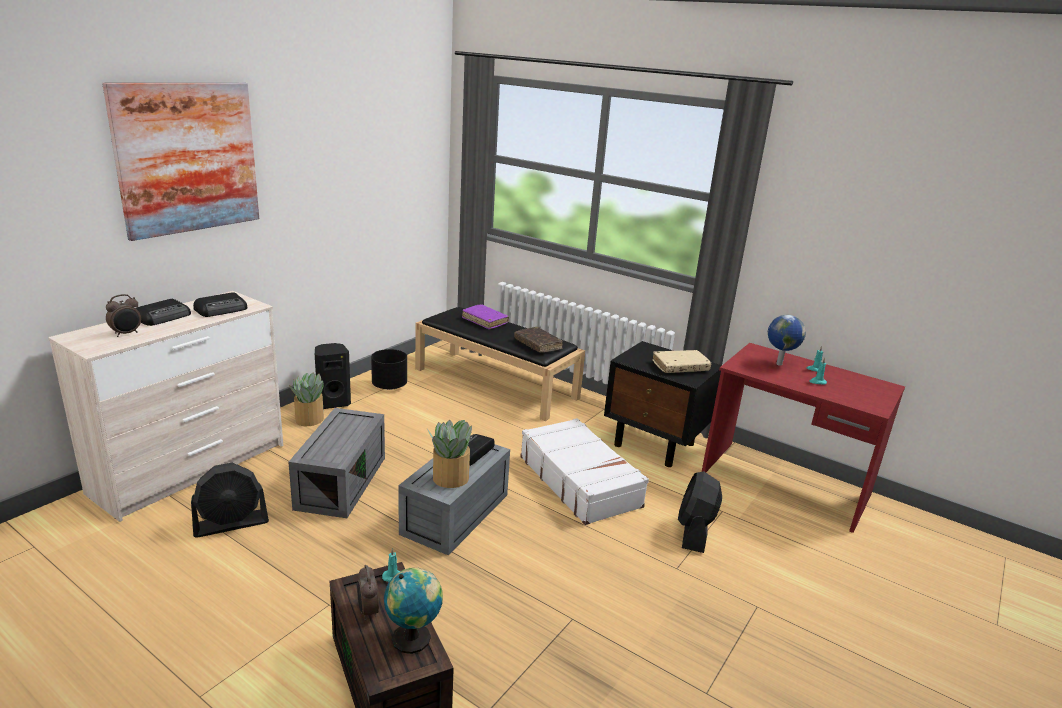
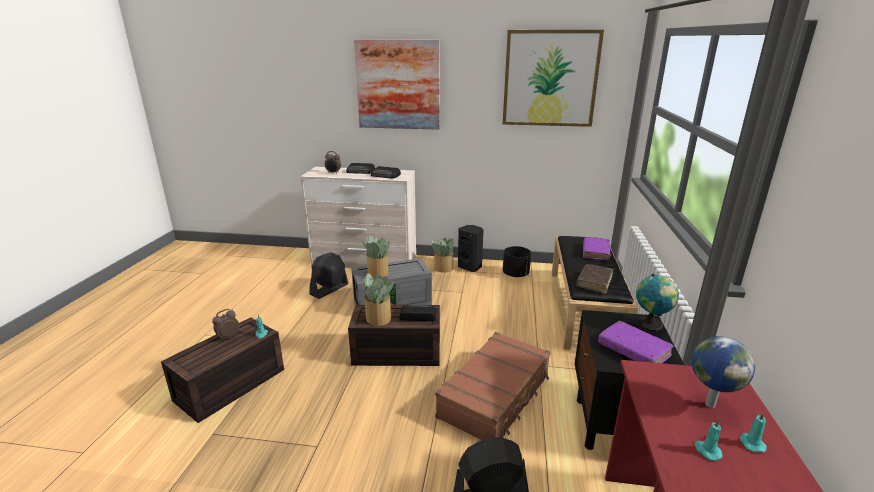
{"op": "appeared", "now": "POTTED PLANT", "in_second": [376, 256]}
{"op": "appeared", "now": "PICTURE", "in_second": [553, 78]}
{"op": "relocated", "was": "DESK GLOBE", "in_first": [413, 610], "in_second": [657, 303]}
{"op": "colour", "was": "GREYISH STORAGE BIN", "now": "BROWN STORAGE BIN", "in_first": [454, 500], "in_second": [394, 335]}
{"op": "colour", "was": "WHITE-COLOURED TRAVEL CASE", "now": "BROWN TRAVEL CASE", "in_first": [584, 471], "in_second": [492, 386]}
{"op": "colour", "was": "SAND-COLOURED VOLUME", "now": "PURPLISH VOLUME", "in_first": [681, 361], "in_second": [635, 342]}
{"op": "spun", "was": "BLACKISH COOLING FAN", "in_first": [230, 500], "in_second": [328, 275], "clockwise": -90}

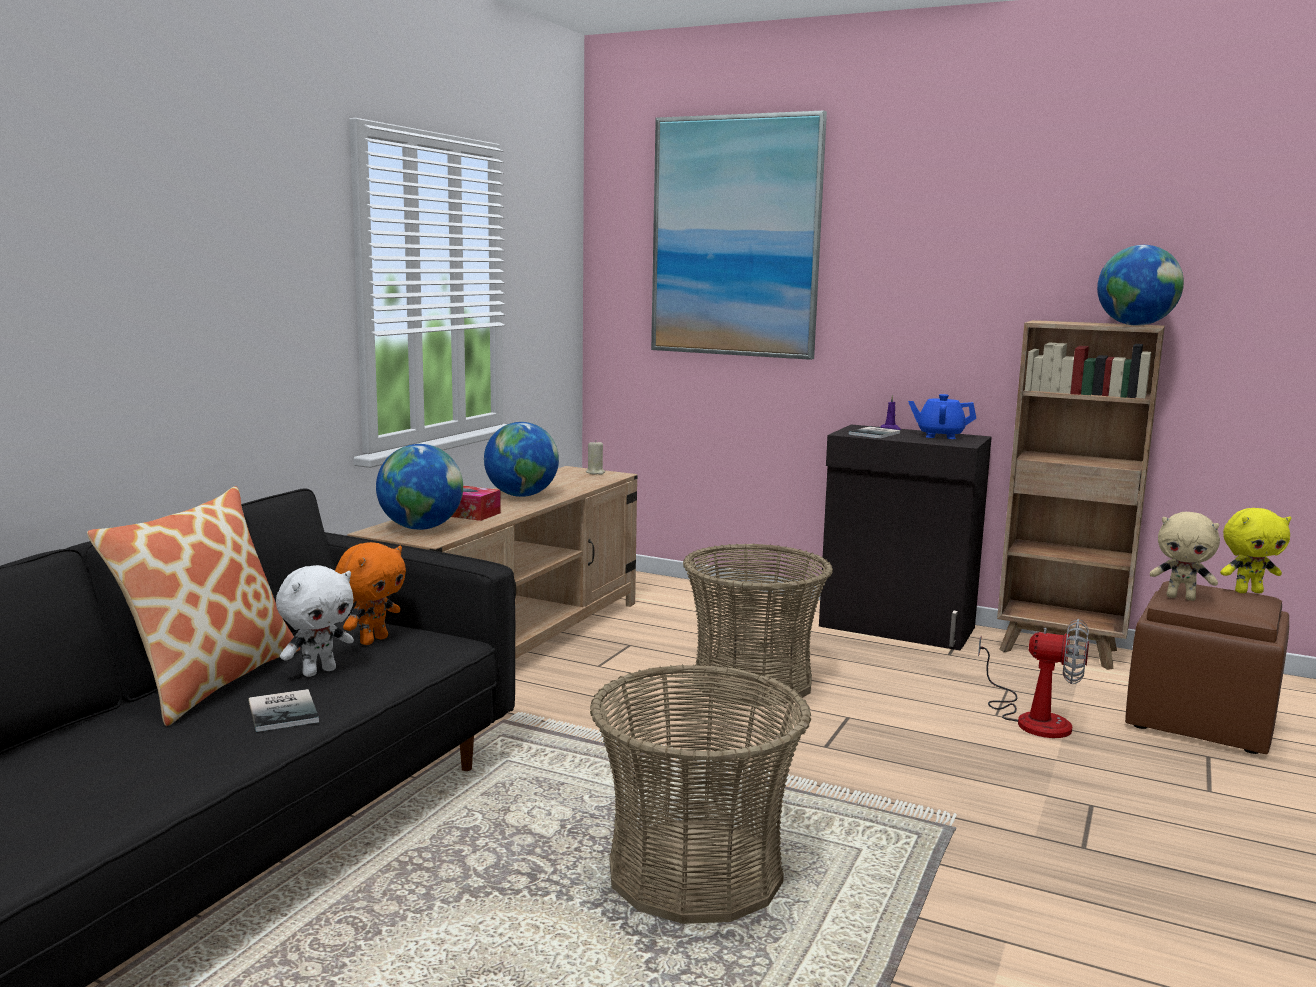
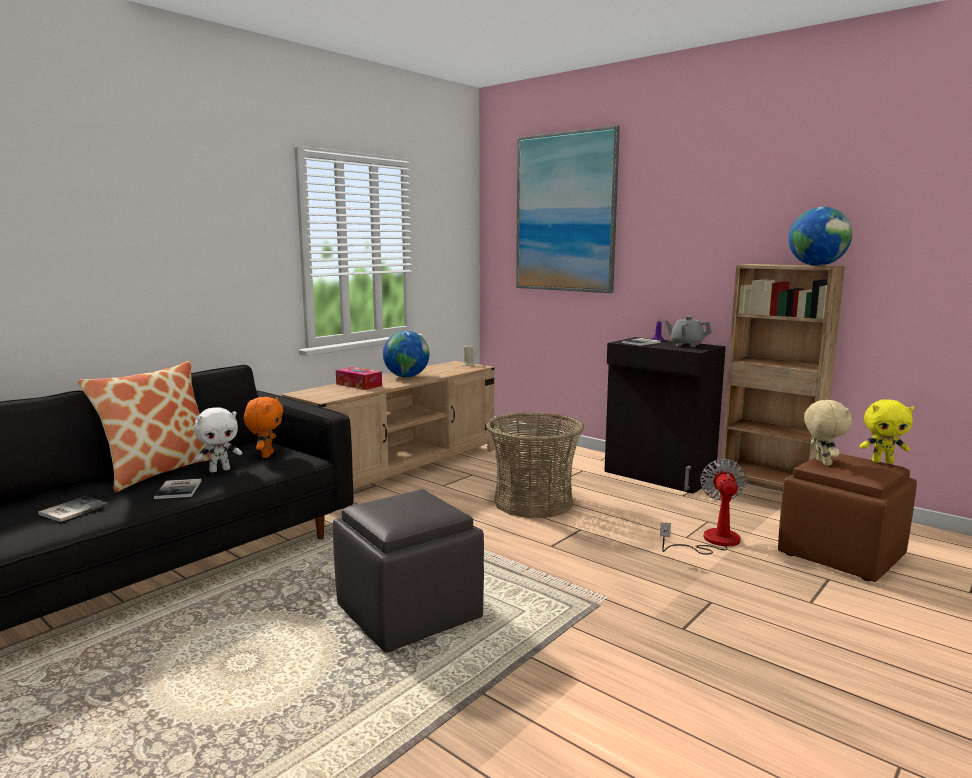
{"op": "missing", "was": "DESK GLOBE", "in_first": [419, 487]}
{"op": "appeared", "now": "VOLUME", "in_second": [73, 509]}
{"op": "exchanged", "was": "HOUSEHOLD BASKET", "now": "GREYISH OTTOMAN", "in_first": [700, 794], "in_second": [408, 571]}
{"op": "colour", "was": "BLUE TEAPOT", "now": "GREYISH TEAPOT", "in_first": [942, 416], "in_second": [688, 331]}
{"op": "spun", "was": "ORANGE-COLOURED CUDDLY TOY", "in_first": [370, 593], "in_second": [264, 427], "clockwise": -45}
{"op": "spun", "was": "COOLING FAN", "in_first": [1033, 678], "in_second": [703, 507], "clockwise": -120}
{"op": "spun", "was": "SAND-COLOURED CUDDLY TOY", "in_first": [1185, 556], "in_second": [828, 433], "clockwise": -135}

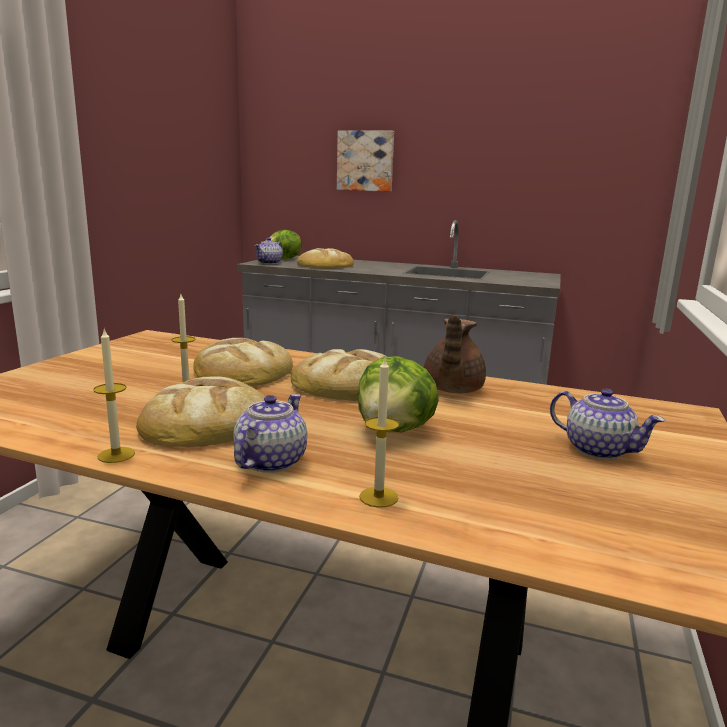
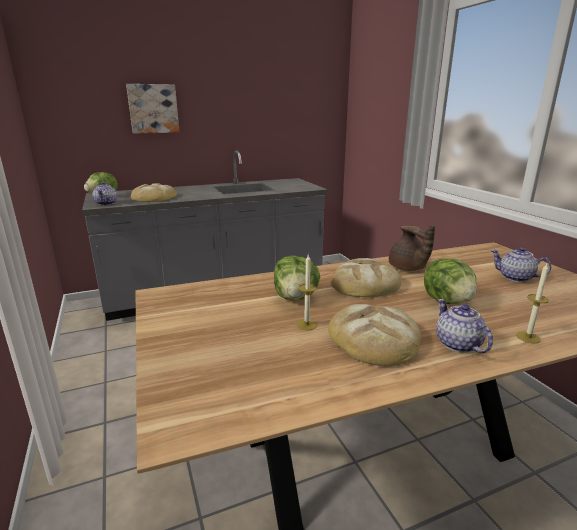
{"op": "missing", "was": "CANDLE", "in_first": [114, 396]}
{"op": "exchanged", "was": "BAKERY BREAD", "now": "HEAD OF LETTUCE", "in_first": [243, 362], "in_second": [297, 278]}
{"op": "spun", "was": "TEAPOT", "in_first": [607, 424], "in_second": [521, 264], "clockwise": -150}

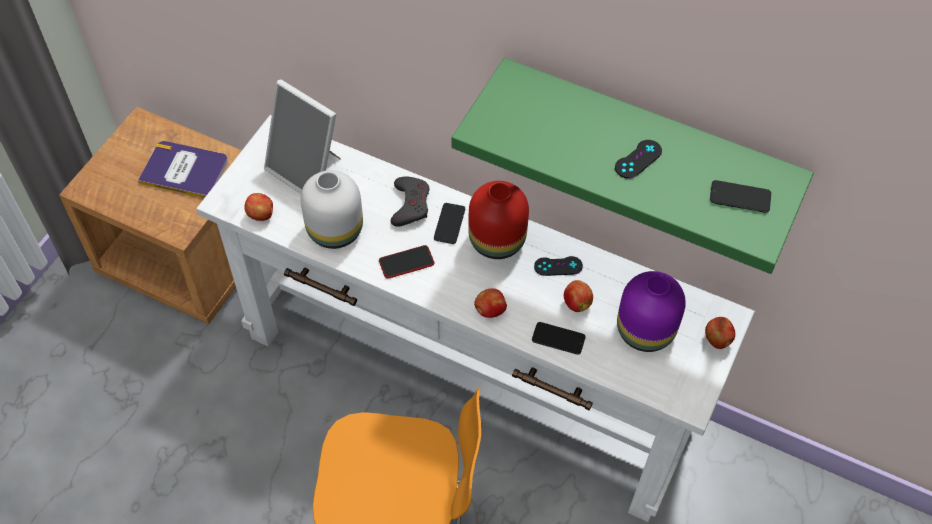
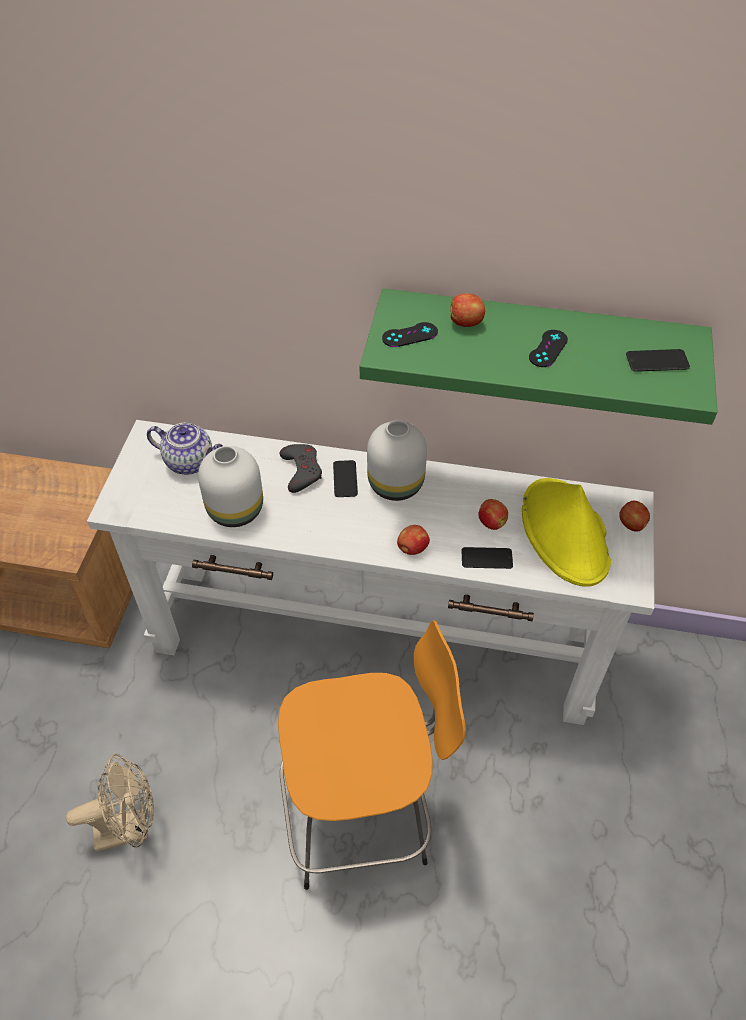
{"op": "missing", "was": "VOLUME", "in_first": [183, 169]}
{"op": "missing", "was": "HANDSET", "in_first": [406, 262]}
{"op": "appeared", "now": "SAND-COLOURED COOLING FAN", "in_second": [110, 803]}
{"op": "relocated", "was": "APPLE", "in_first": [258, 207], "in_second": [467, 310]}
{"op": "relocated", "was": "BLACKISH JOYPAD", "in_first": [558, 266], "in_second": [410, 334]}
{"op": "exchanged", "was": "PICTURE FRAME", "now": "TEAPOT", "in_first": [302, 136], "in_second": [185, 449]}
{"op": "exchanged", "was": "PURPLISH FLOWER VASE", "now": "YELLOW HAT", "in_first": [651, 311], "in_second": [566, 532]}
{"op": "colour", "was": "RED FLOWER VASE", "now": "WHITE-COLOURED FLOWER VASE", "in_first": [498, 220], "in_second": [397, 460]}

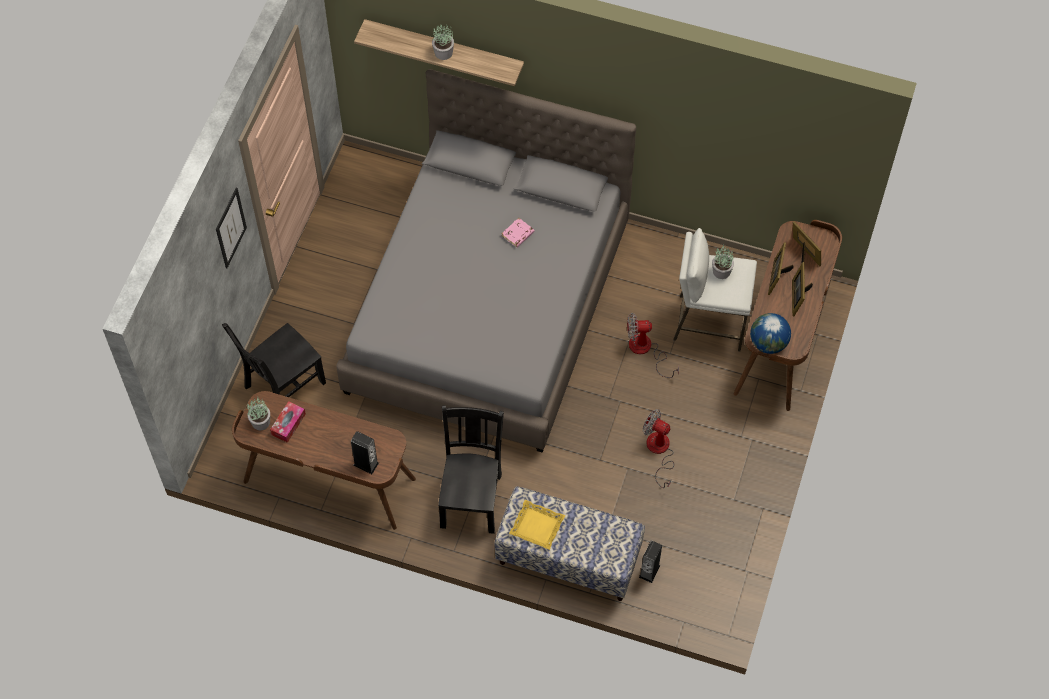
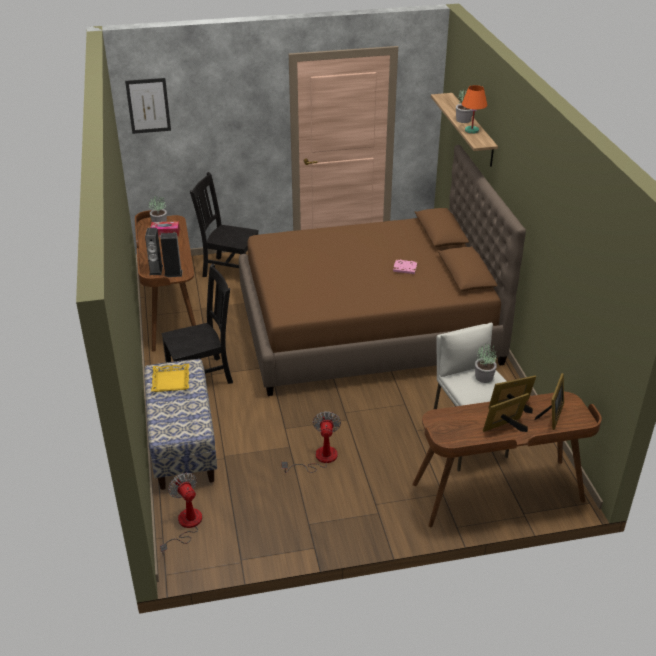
{"op": "missing", "was": "DESK GLOBE", "in_first": [770, 333]}
{"op": "appeared", "now": "ORANGE-COLOURED TABLETOP LAMP", "in_second": [474, 109]}
{"op": "relocated", "was": "PICTURE", "in_first": [231, 227], "in_second": [148, 106]}
{"op": "relocated", "was": "COOLING FAN", "in_first": [653, 345], "in_second": [181, 514]}
{"op": "relocated", "was": "SPEAKER", "in_first": [650, 561], "in_second": [172, 255]}
{"op": "colour", "was": "GREYISH BED", "now": "BROWN BED", "in_first": [486, 261], "in_second": [382, 270]}

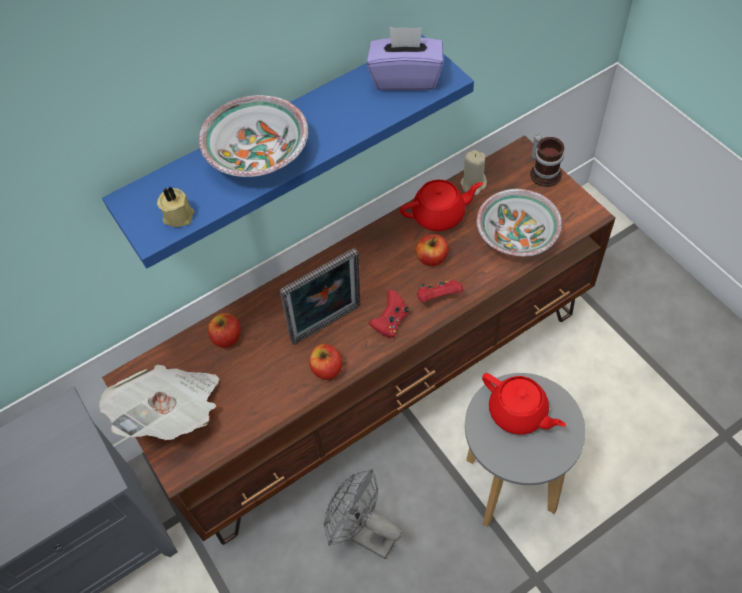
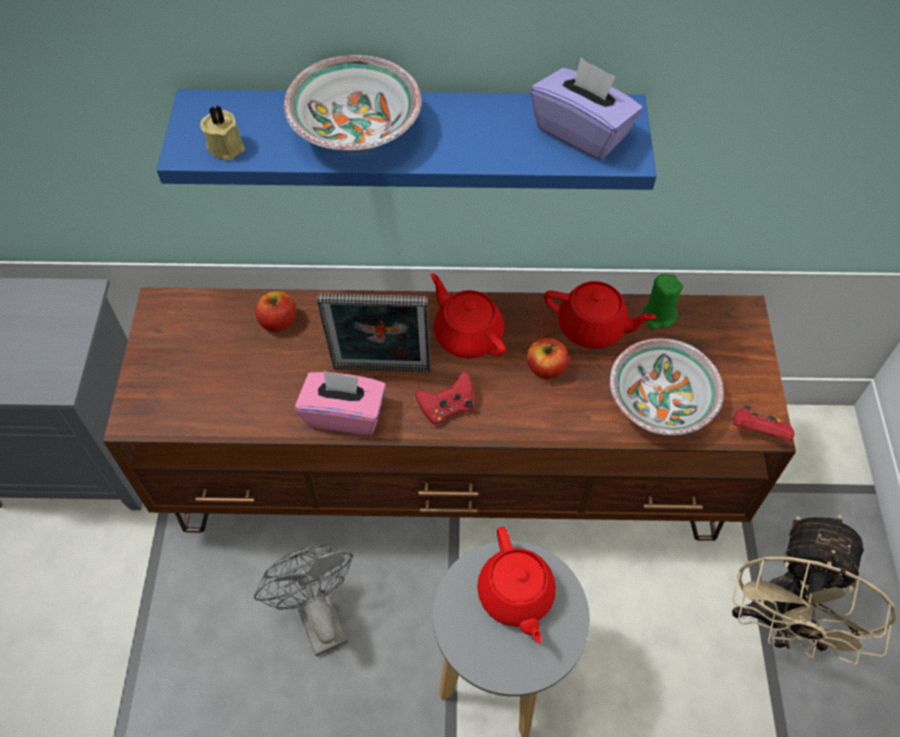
{"op": "missing", "was": "PRINTED PAPER", "in_first": [159, 402]}
{"op": "missing", "was": "COFFEE MUG", "in_first": [547, 160]}
{"op": "appeared", "now": "RED TEAPOT", "in_second": [468, 315]}
{"op": "appeared", "now": "SAND-COLOURED COOLING FAN", "in_second": [814, 589]}
{"op": "relocated", "was": "RED JOYPAD", "in_first": [440, 291], "in_second": [764, 423]}
{"op": "exchanged", "was": "APPLE", "now": "PINK TISSUE HOLDER", "in_first": [325, 362], "in_second": [340, 403]}
{"op": "colour", "was": "SAND-COLOURED CANDLE", "now": "GREEN CANDLE", "in_first": [474, 172], "in_second": [662, 302]}

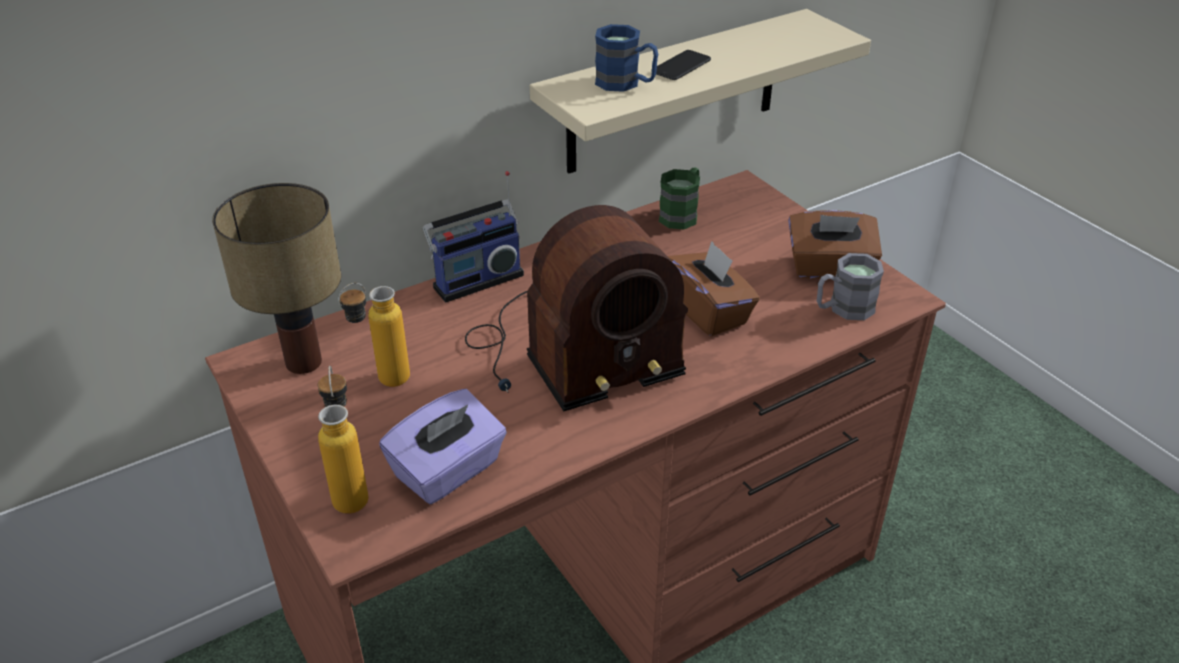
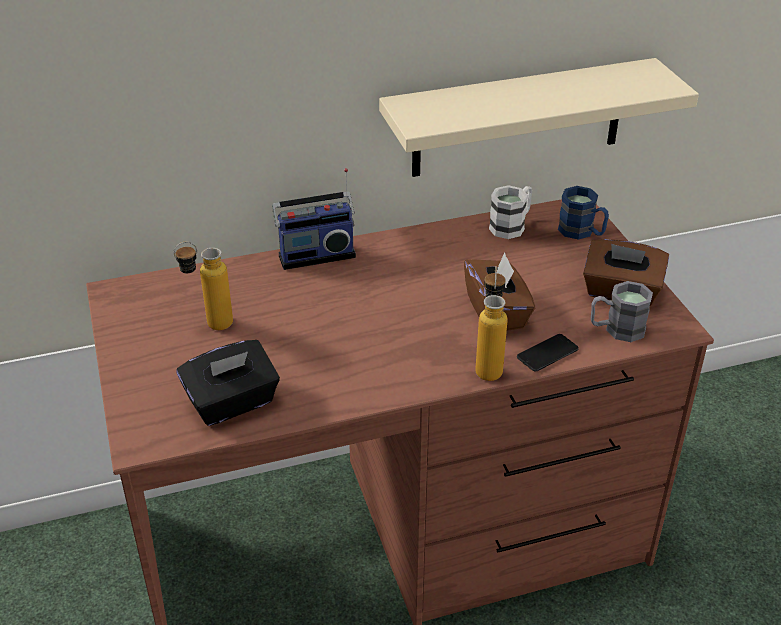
{"op": "missing", "was": "TABLETOP LAMP", "in_first": [276, 278]}
{"op": "missing", "was": "RADIO RECEIVER", "in_first": [576, 308]}
{"op": "relocated", "was": "BOTTLE", "in_first": [343, 440], "in_second": [492, 323]}
{"op": "relocated", "was": "BLUE COFFEE MUG", "in_first": [626, 58], "in_second": [583, 213]}
{"op": "relocated", "was": "HANDSET", "in_first": [681, 65], "in_second": [548, 352]}
{"op": "colour", "was": "PURPLISH TISSUE HOLDER", "now": "BLACKISH TISSUE HOLDER", "in_first": [443, 446], "in_second": [228, 383]}
{"op": "colour", "was": "GREEN COFFEE MUG", "now": "WHITE-COLOURED COFFEE MUG", "in_first": [679, 198], "in_second": [510, 212]}

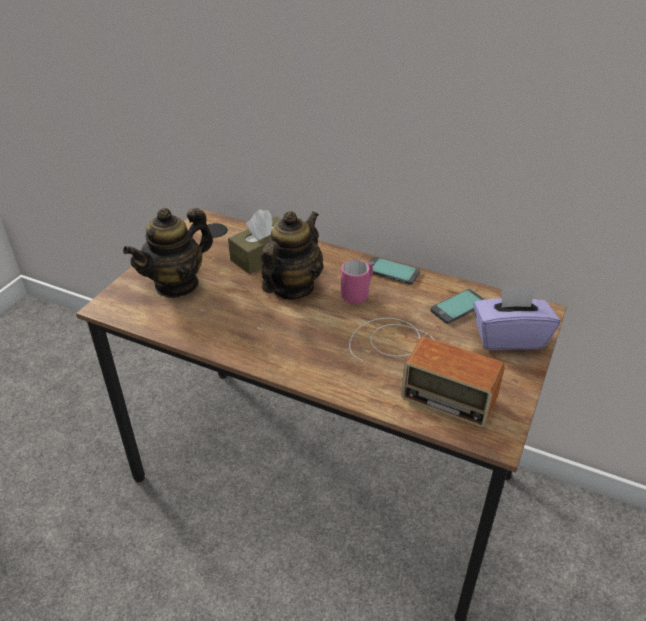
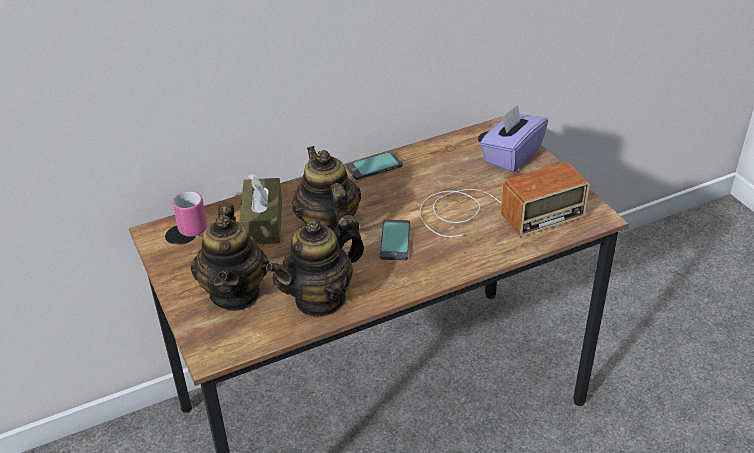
{"op": "appeared", "now": "TEAPOT", "in_second": [315, 266]}
{"op": "relocated", "was": "PINK COFFEE MUG", "in_first": [357, 282], "in_second": [190, 214]}
{"op": "relocated", "was": "HANDSET", "in_first": [457, 306], "in_second": [395, 240]}

